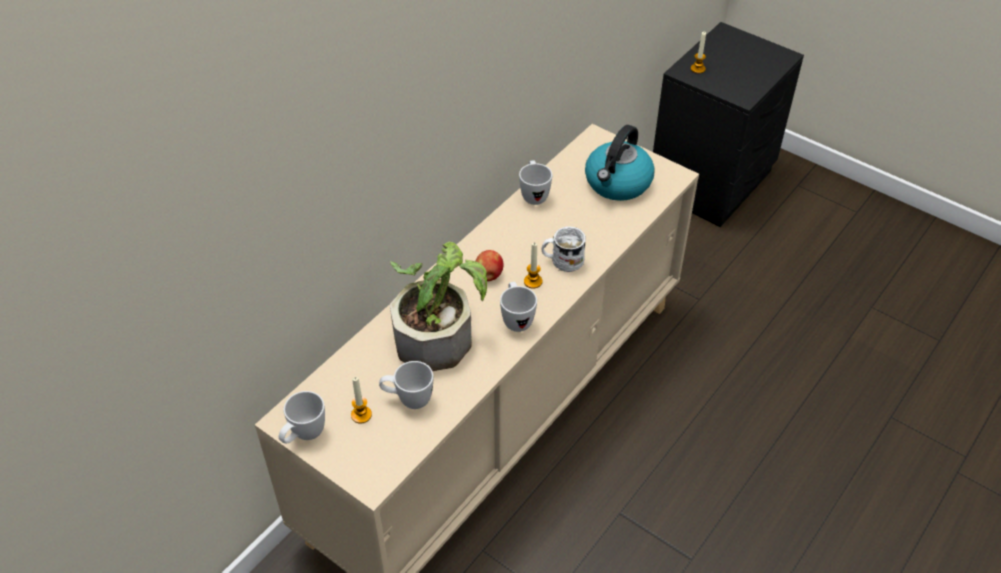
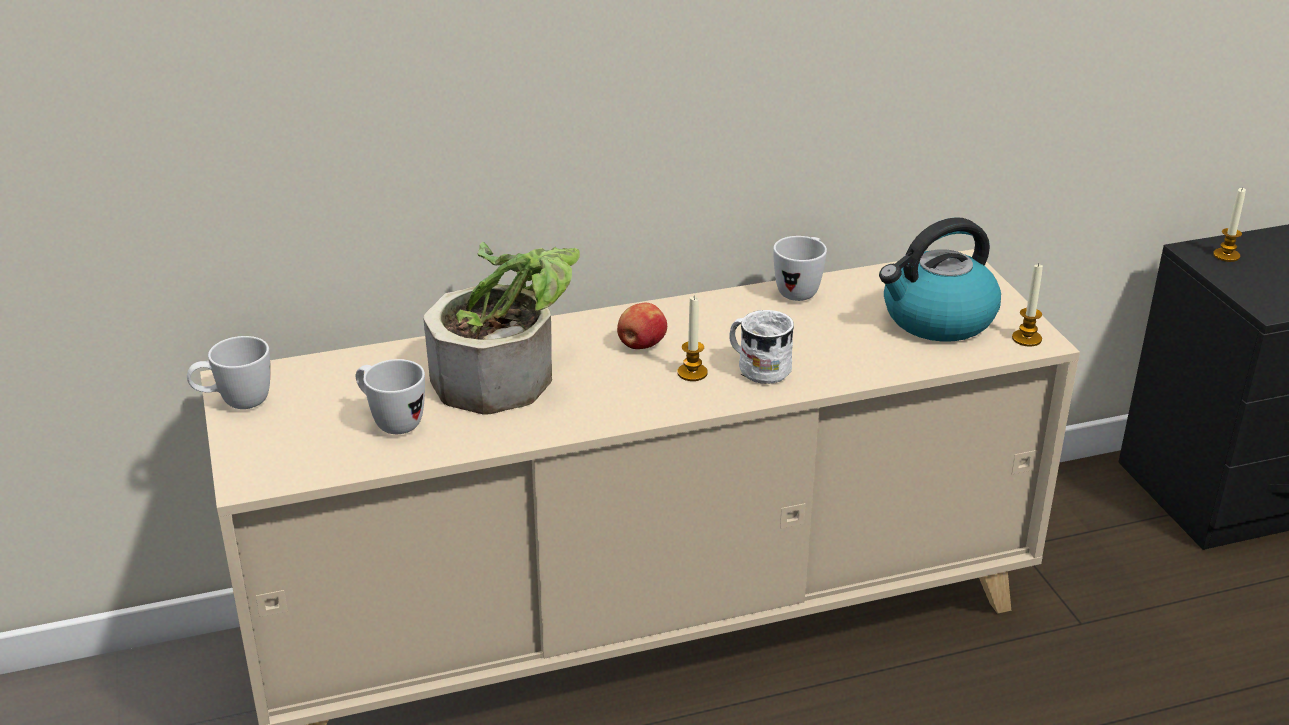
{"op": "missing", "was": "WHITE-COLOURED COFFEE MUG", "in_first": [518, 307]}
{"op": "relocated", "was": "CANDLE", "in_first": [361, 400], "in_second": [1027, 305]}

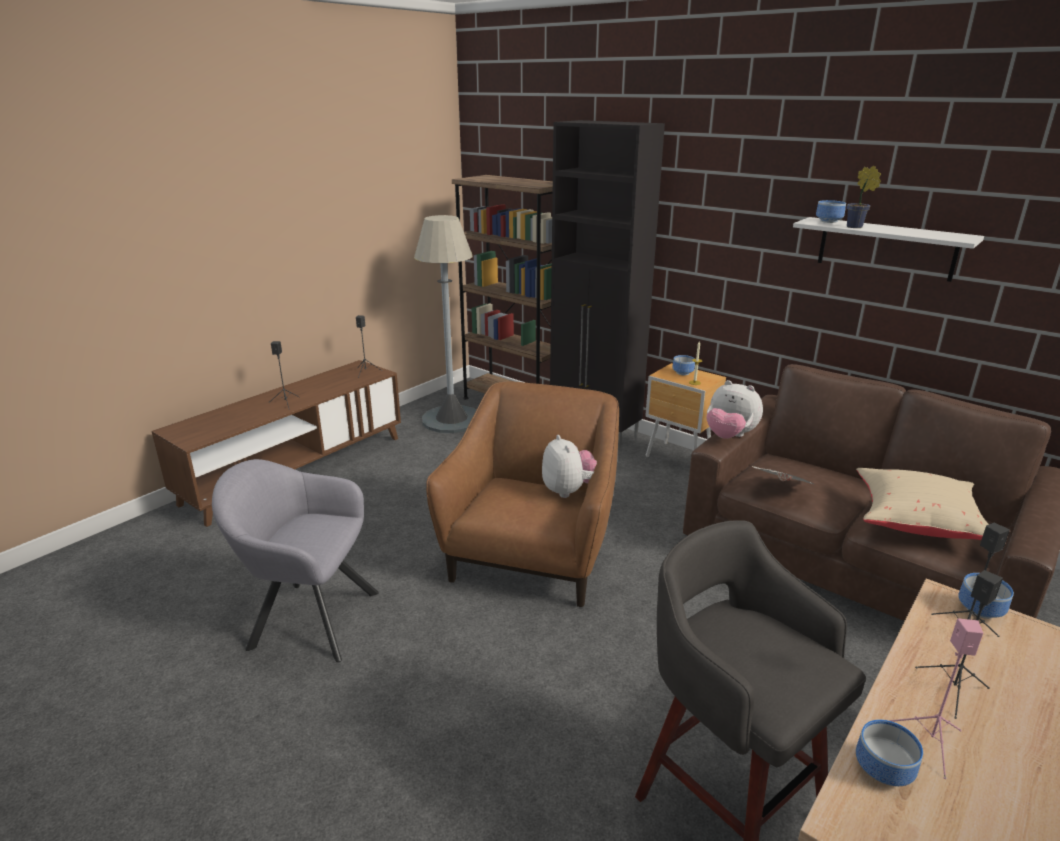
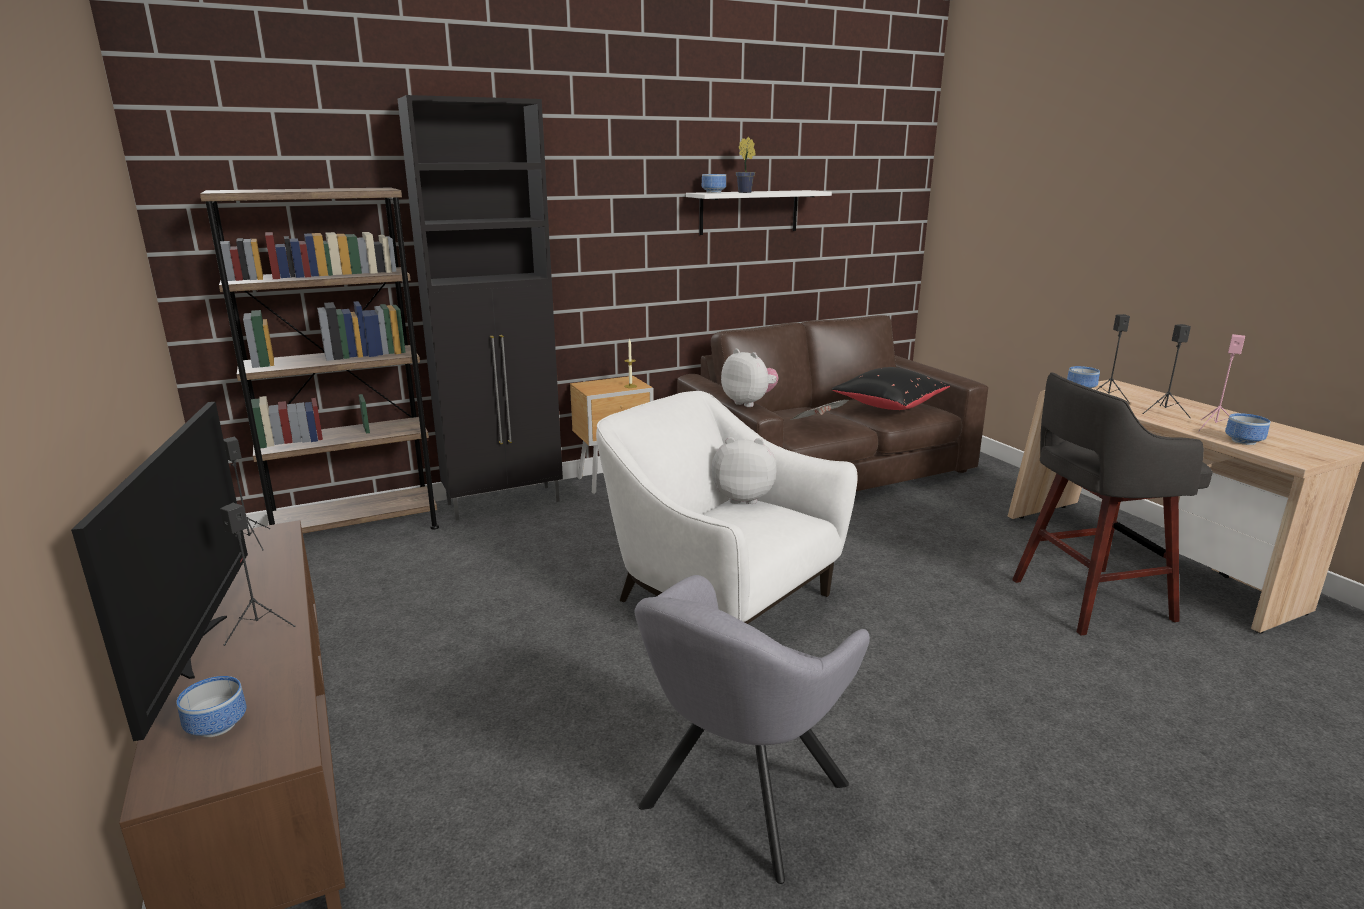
{"op": "missing", "was": "GREYISH FLOOR LAMP", "in_first": [445, 324]}
{"op": "appeared", "now": "TELEVISION", "in_second": [159, 571]}
{"op": "relocated", "was": "BOWL", "in_first": [683, 365], "in_second": [211, 706]}
{"op": "colour", "was": "BROWN EASY CHAIR", "now": "WHITE-COLOURED EASY CHAIR", "in_first": [522, 494], "in_second": [726, 507]}
{"op": "colour", "was": "SAND-COLOURED PILLOW", "now": "BLACKISH PILLOW", "in_first": [922, 504], "in_second": [891, 388]}
{"op": "spun", "was": "CUDDLY TOY", "in_first": [734, 409], "in_second": [749, 378], "clockwise": -105}

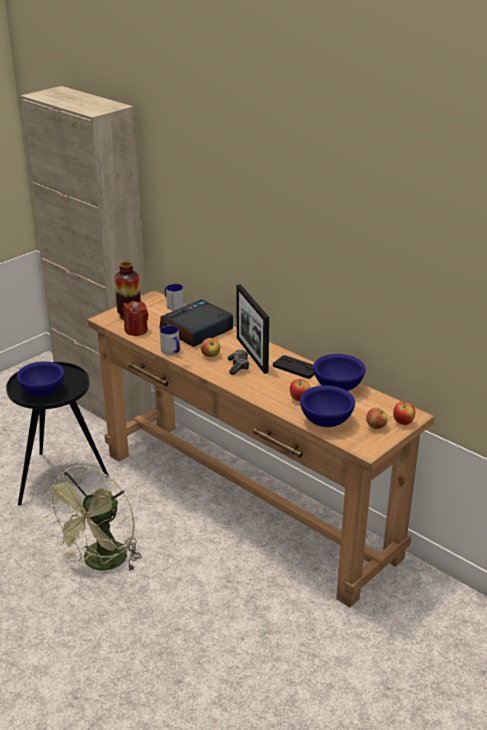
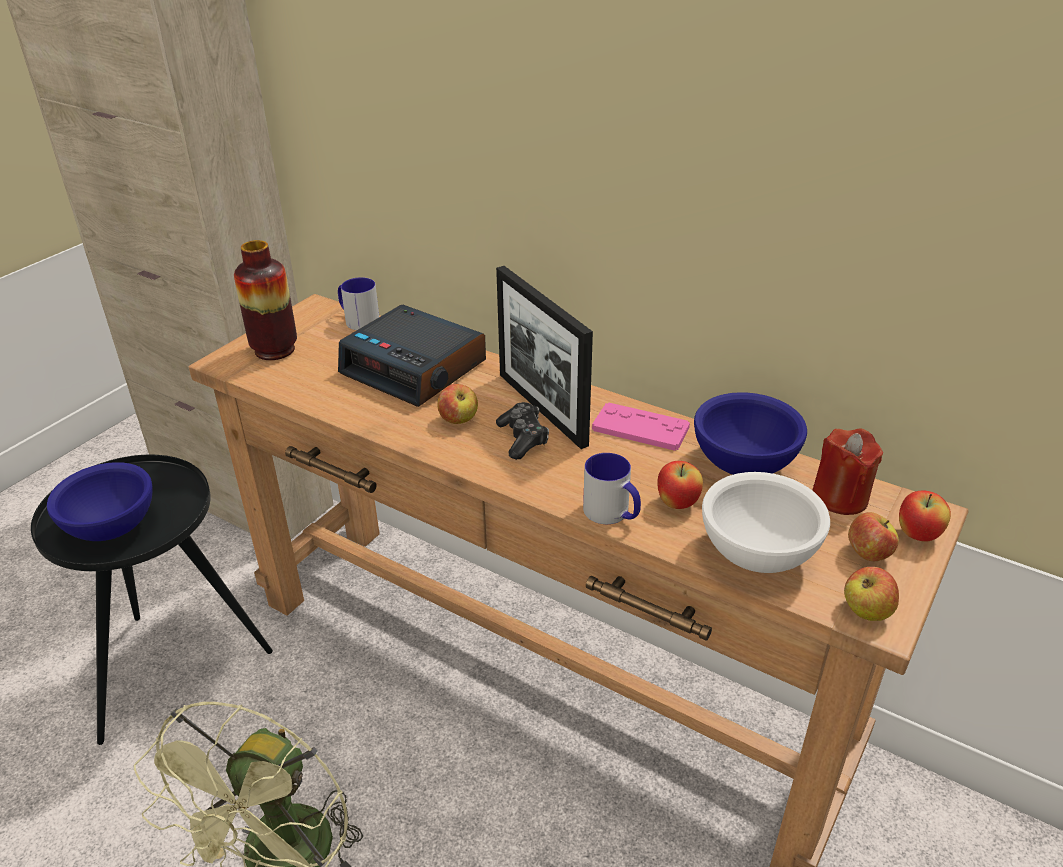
{"op": "appeared", "now": "APPLE", "in_second": [871, 594]}
{"op": "relocated", "was": "RED CANDLE", "in_first": [135, 318], "in_second": [847, 471]}
{"op": "relocated", "was": "COFFEE MUG", "in_first": [170, 340], "in_second": [612, 488]}
{"op": "colour", "was": "BLACKISH JOYPAD", "now": "PINK JOYPAD", "in_first": [294, 367], "in_second": [641, 427]}
{"op": "colour", "was": "BLUE BOWL", "now": "WHITE-COLOURED BOWL", "in_first": [327, 406], "in_second": [766, 522]}
{"op": "spun", "was": "ALARM CLOCK", "in_first": [196, 323], "in_second": [412, 356], "clockwise": -90}

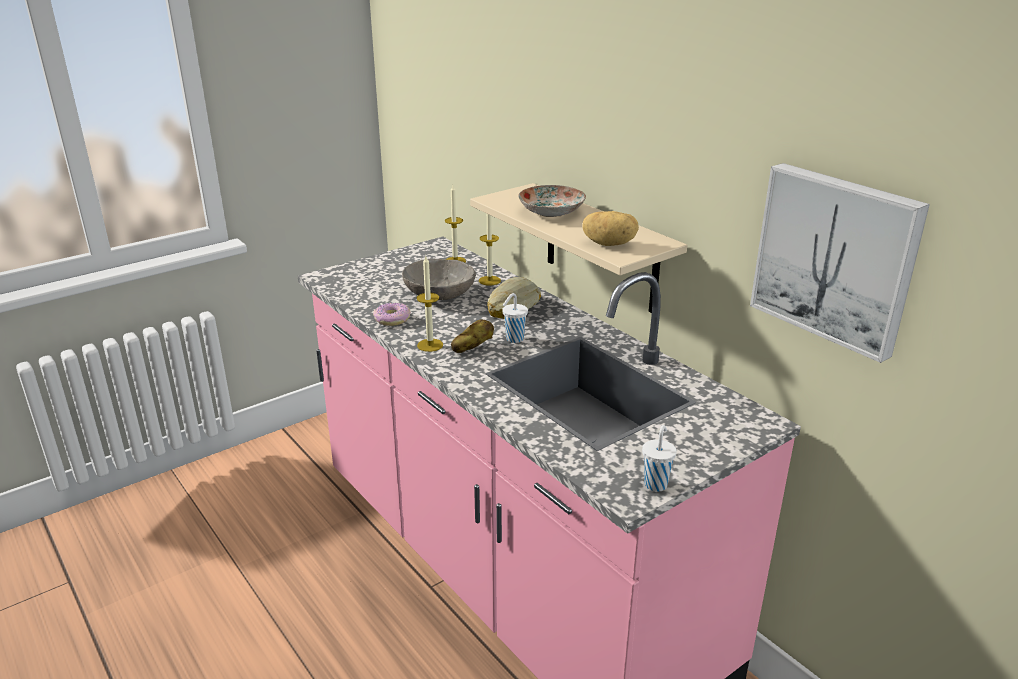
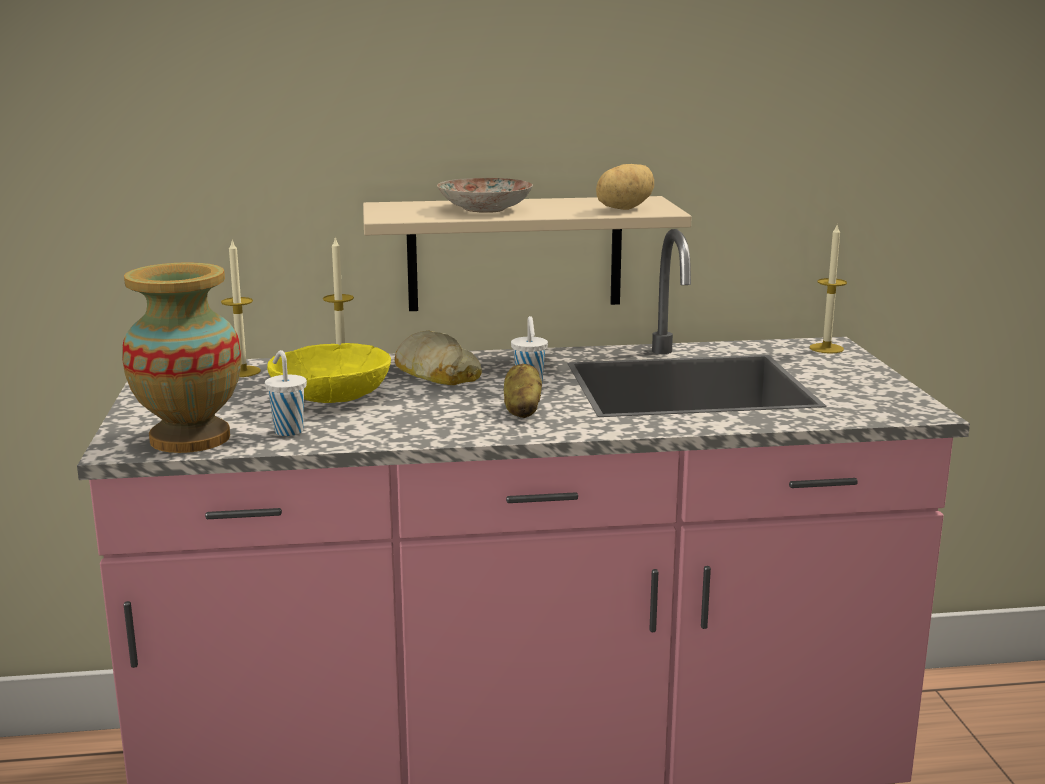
{"op": "missing", "was": "DOUGHNUT", "in_first": [392, 314]}
{"op": "missing", "was": "PICTURE", "in_first": [840, 263]}
{"op": "appeared", "now": "FLOWER VASE", "in_second": [182, 357]}
{"op": "relocated", "was": "CANDLE", "in_first": [429, 304], "in_second": [828, 288]}
{"op": "relocated", "was": "WHITE-COLOURED SMALL CUP", "in_first": [659, 458], "in_second": [286, 393]}
{"op": "colour", "was": "GREYISH BOWL", "now": "YELLOW BOWL", "in_first": [439, 279], "in_second": [329, 373]}

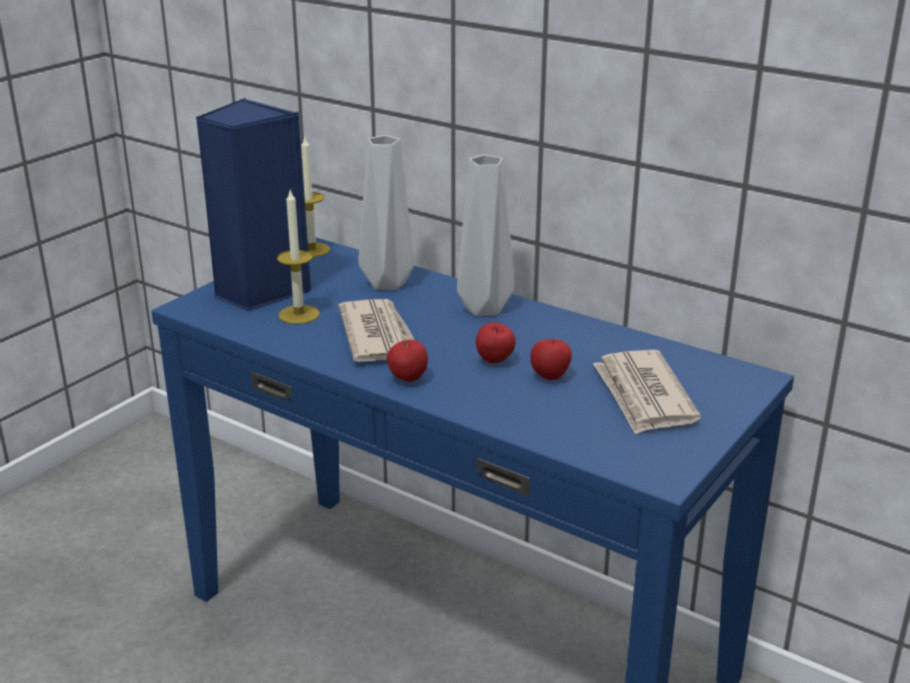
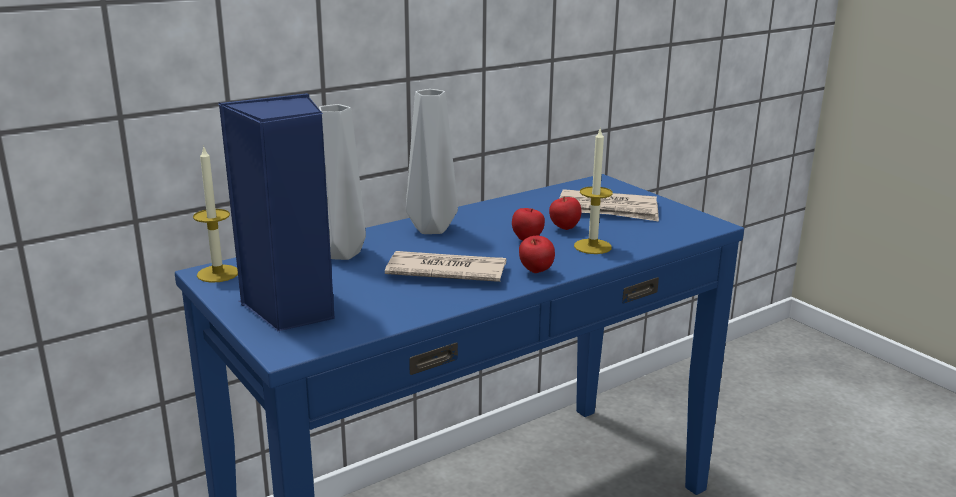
{"op": "relocated", "was": "CANDLE", "in_first": [298, 257], "in_second": [593, 190]}

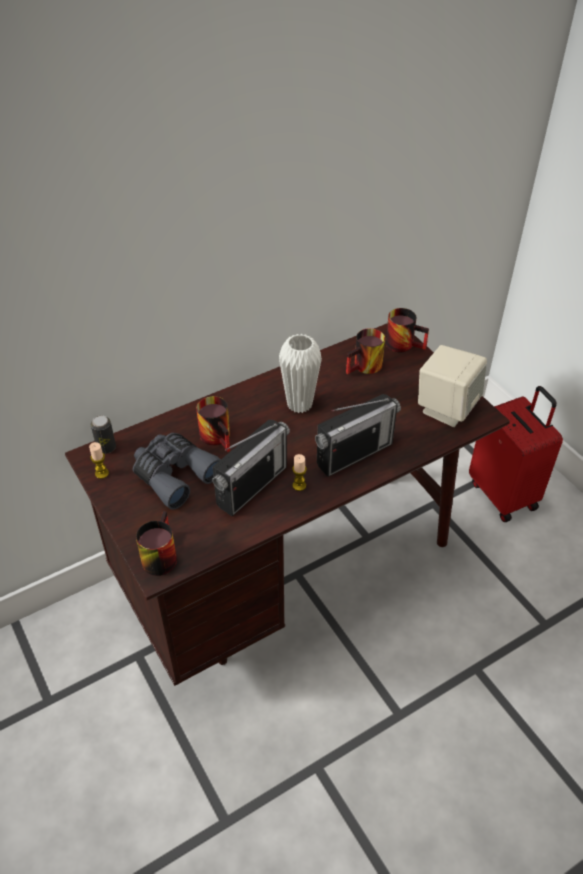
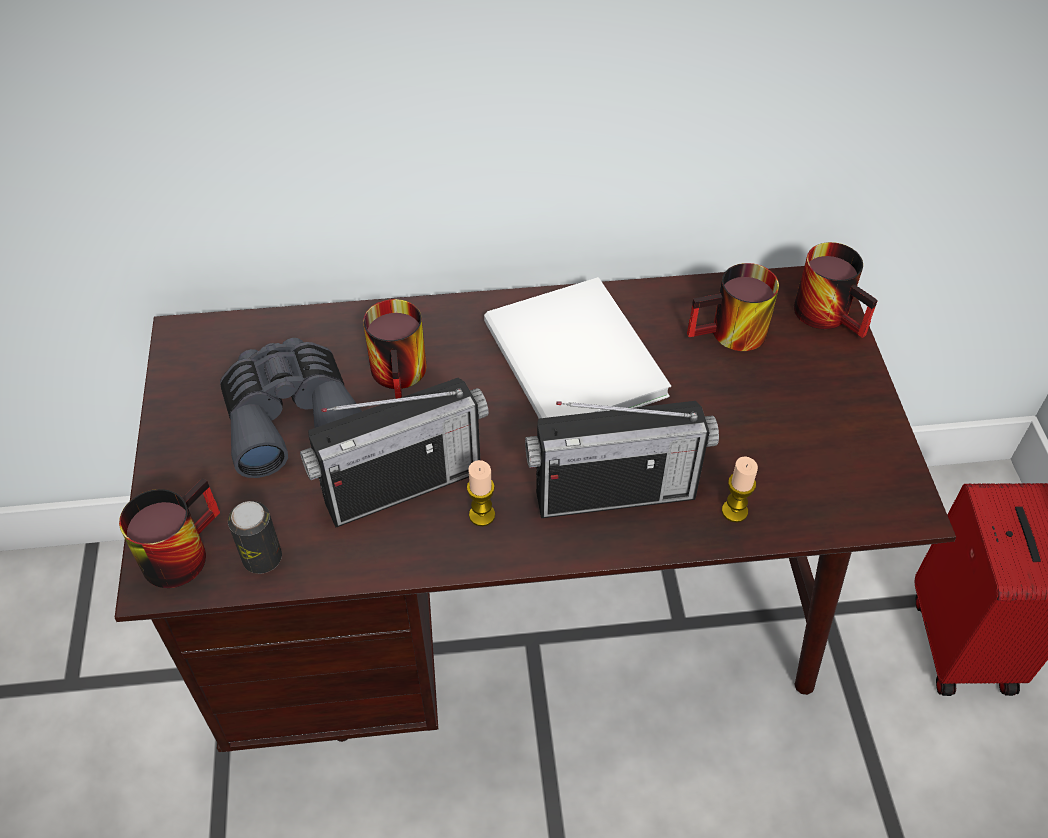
{"op": "missing", "was": "SAND-COLOURED SPEAKER", "in_first": [452, 386]}
{"op": "relocated", "was": "CANDLE", "in_first": [99, 460], "in_second": [740, 489]}
{"op": "relocated", "was": "SEALED CAN", "in_first": [103, 434], "in_second": [255, 537]}
{"op": "exchanged", "was": "WHITE-COLOURED FLOWER VASE", "now": "WHITE-COLOURED VOLUME", "in_first": [300, 373], "in_second": [577, 347]}

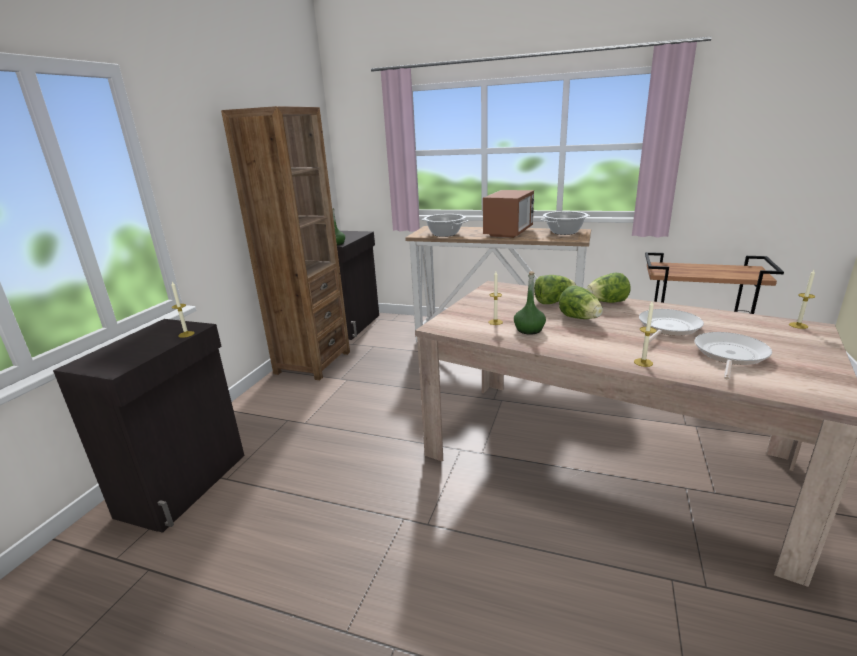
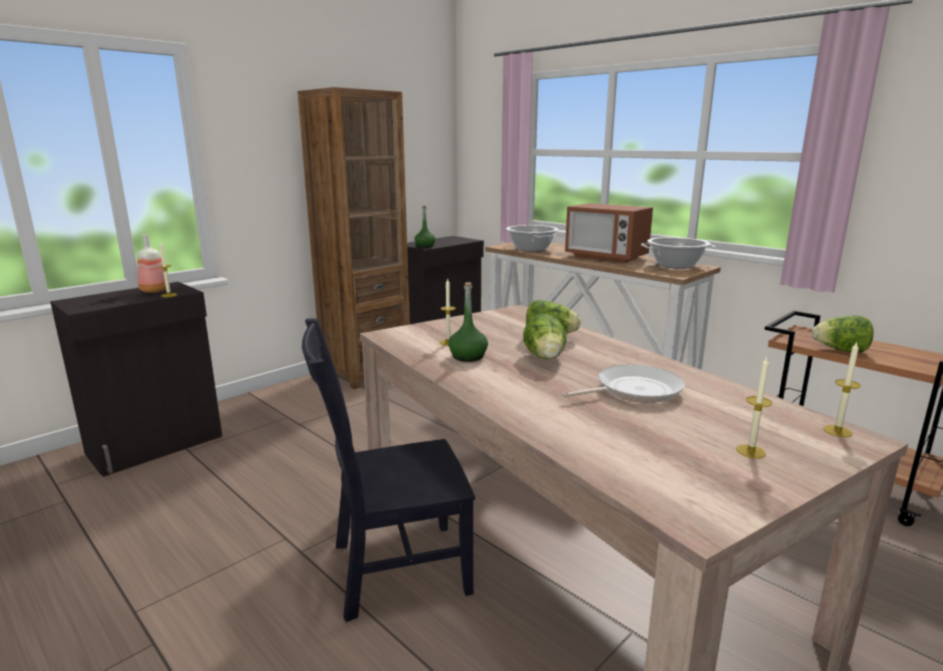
{"op": "missing", "was": "SKILLET", "in_first": [733, 356]}
{"op": "appeared", "now": "BOTTLE", "in_second": [151, 263]}
{"op": "appeared", "now": "BLACKISH PLAIN CHAIR", "in_second": [388, 470]}
{"op": "relocated", "was": "HEAD OF LETTUCE", "in_first": [608, 288], "in_second": [843, 333]}
{"op": "relocated", "was": "CANDLE", "in_first": [645, 334], "in_second": [754, 407]}
{"op": "spun", "was": "KITCHEN MICROWAVE", "in_first": [508, 214], "in_second": [609, 233], "clockwise": 75}

